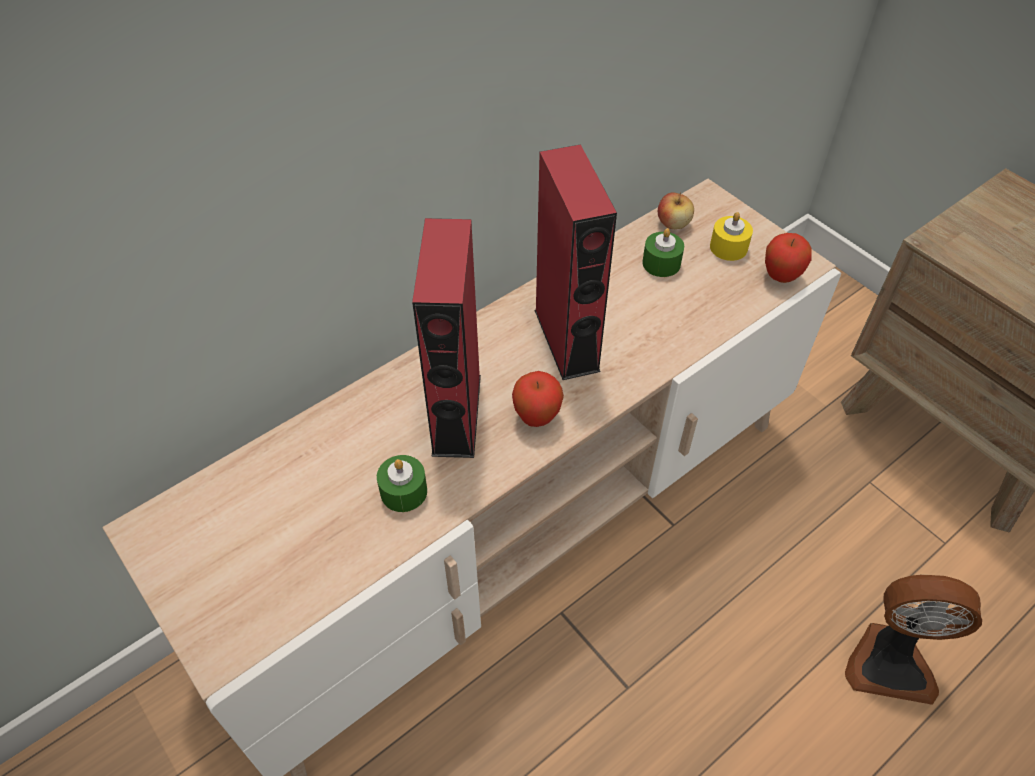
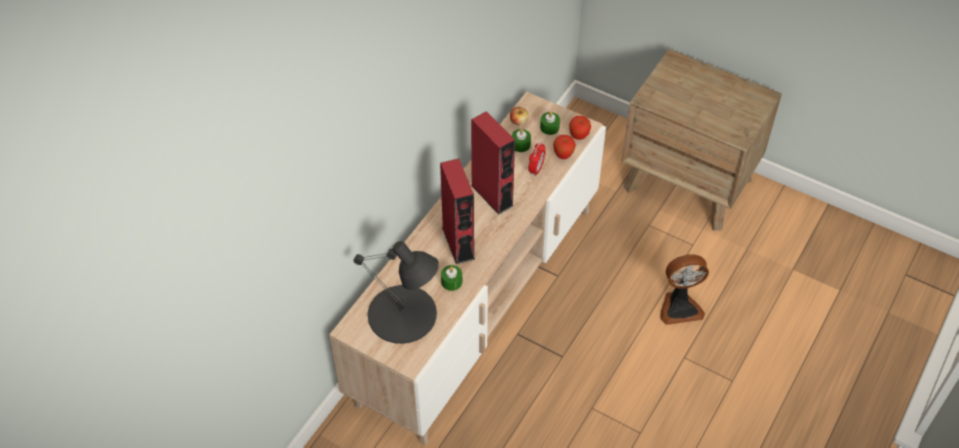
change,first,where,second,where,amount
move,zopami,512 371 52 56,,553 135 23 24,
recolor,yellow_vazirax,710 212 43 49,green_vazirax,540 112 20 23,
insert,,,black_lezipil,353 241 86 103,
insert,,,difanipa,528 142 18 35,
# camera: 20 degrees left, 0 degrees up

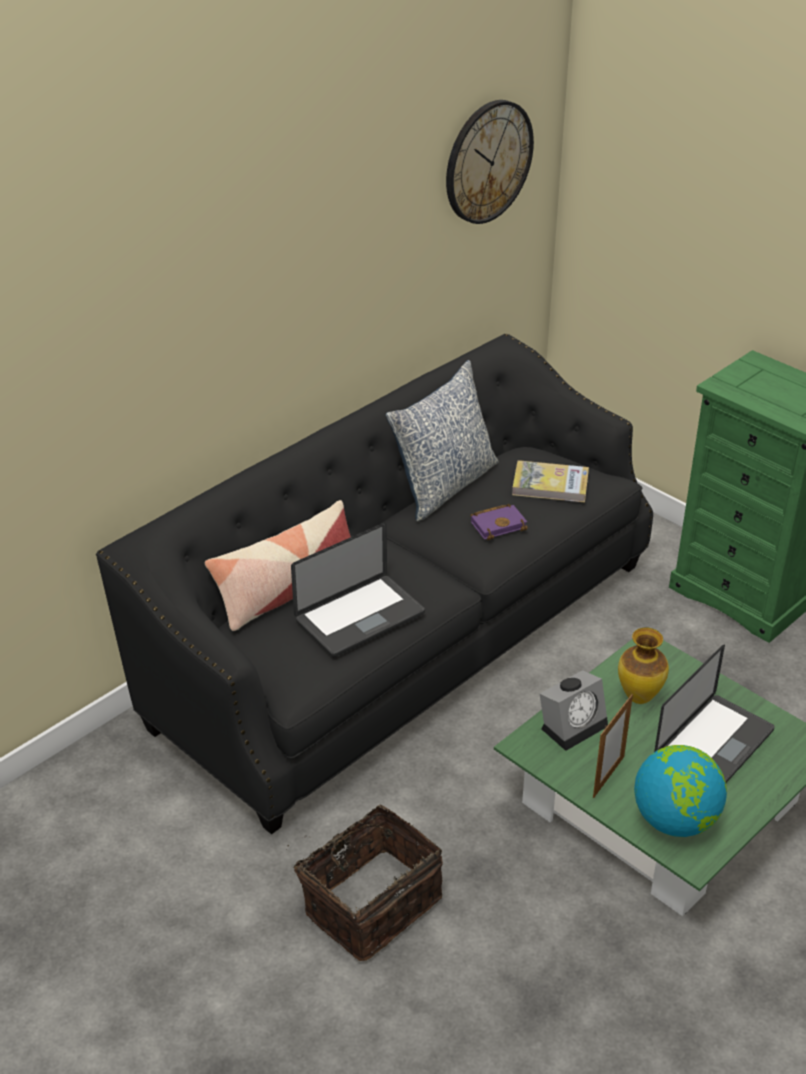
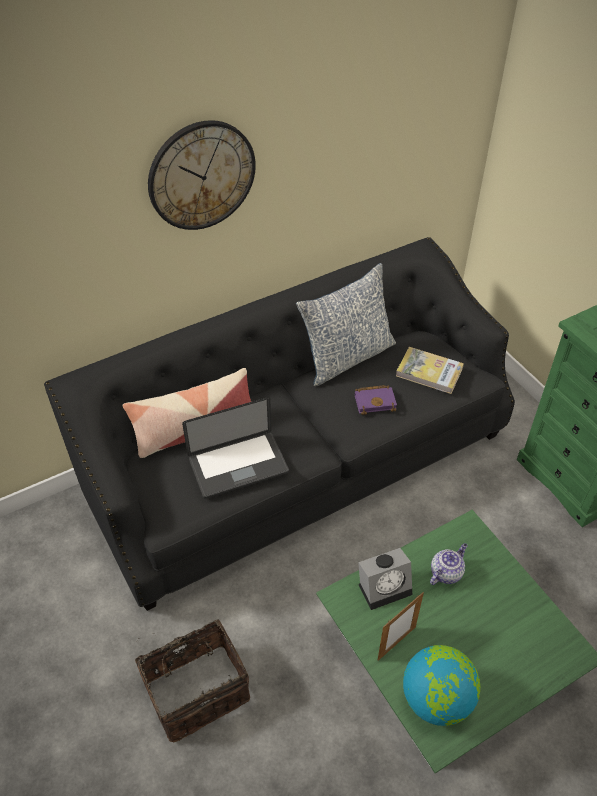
change,first,where,second,where,amount
move,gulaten,446 100 88 124,,148 120 108 110,
replace,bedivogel,618 627 51 77,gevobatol,430 543 38 42,
delete,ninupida,654 645 121 138,,,
# camera: 15 degrees right, 10 degrees up

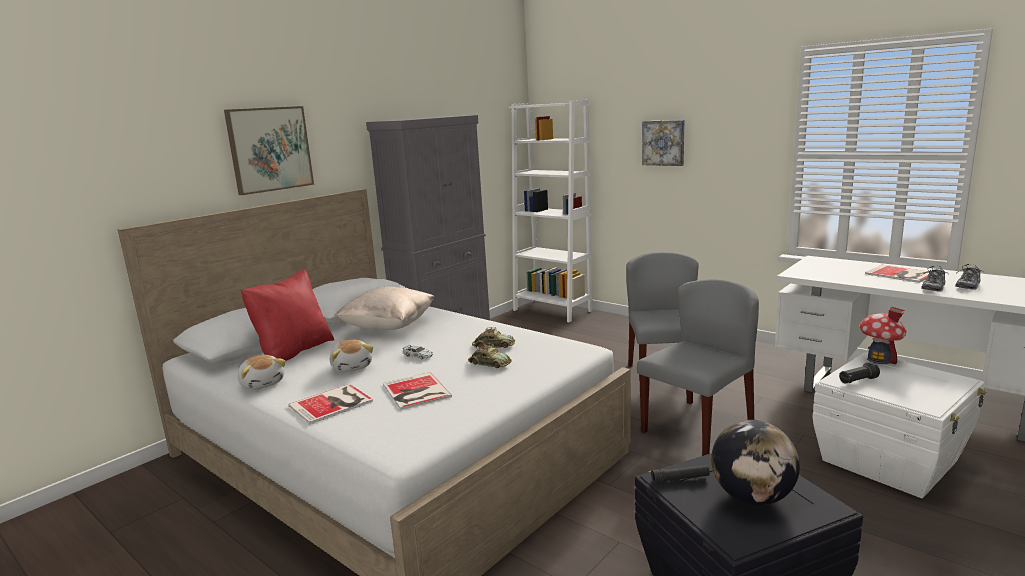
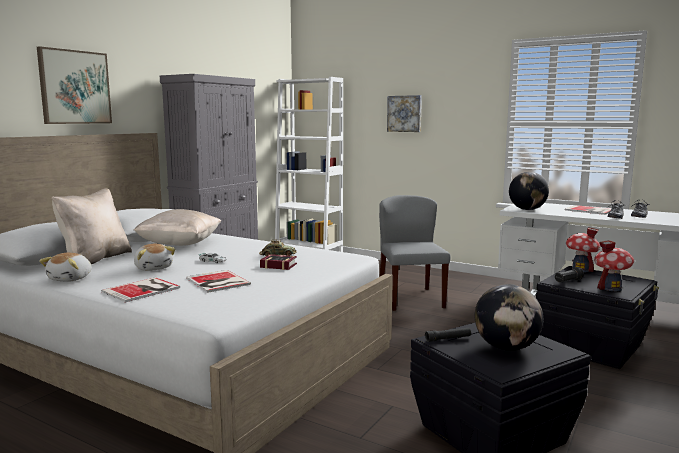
change,first,where,second,where,amount
rotate,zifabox,238 355 48 35,,39 253 53 29,60 degrees clockwise
recolor,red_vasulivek,240 270 94 91,beige_vasulivek,52 188 80 76,
replace,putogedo,468 343 44 25,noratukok,260 254 37 16,
delete,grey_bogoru,637 279 122 177,,,
recolor,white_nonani,812 352 174 146,black_nonani,536 266 123 103,
insert,,,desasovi,509 172 40 38,
insert,,,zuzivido,594 240 40 51,
# camera: 10 degrees left, 5 degrees down

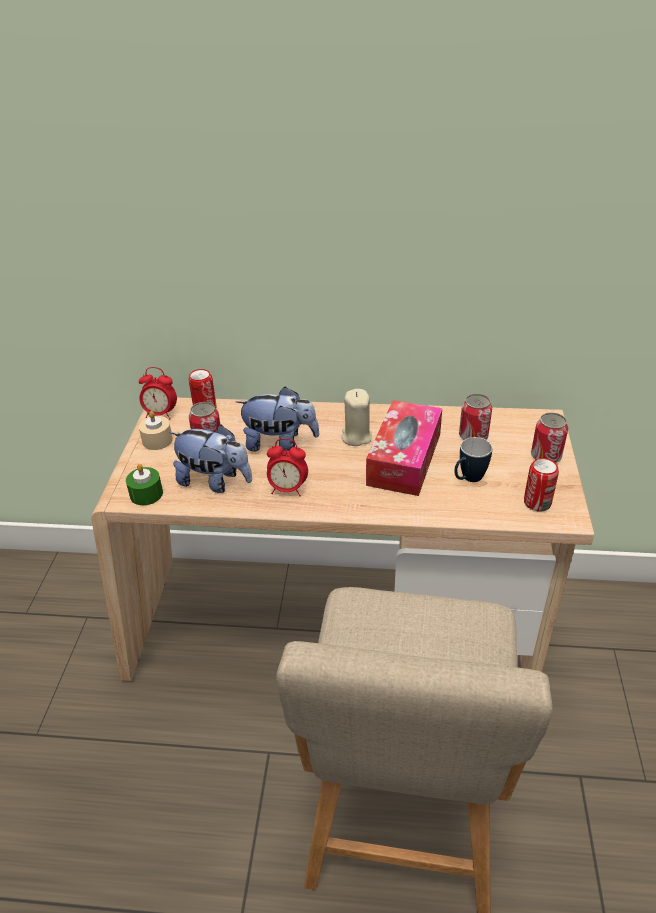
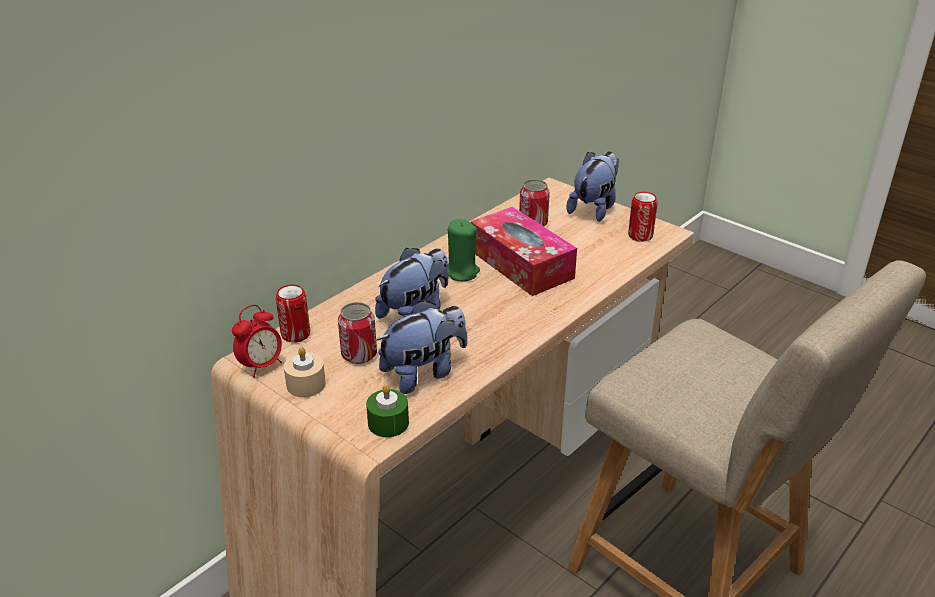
change,first,where,second,where,amount
delete,difanipa,267 438 41 59,,,
recolor,beige_vazirax,341 389 31 57,green_vazirax,447 219 33 62,
delete,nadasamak,454 437 38 45,,,
replace,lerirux,531 413 37 50,zifabox,567 151 52 71,
# camera: 55 degrees left, 5 degrees down

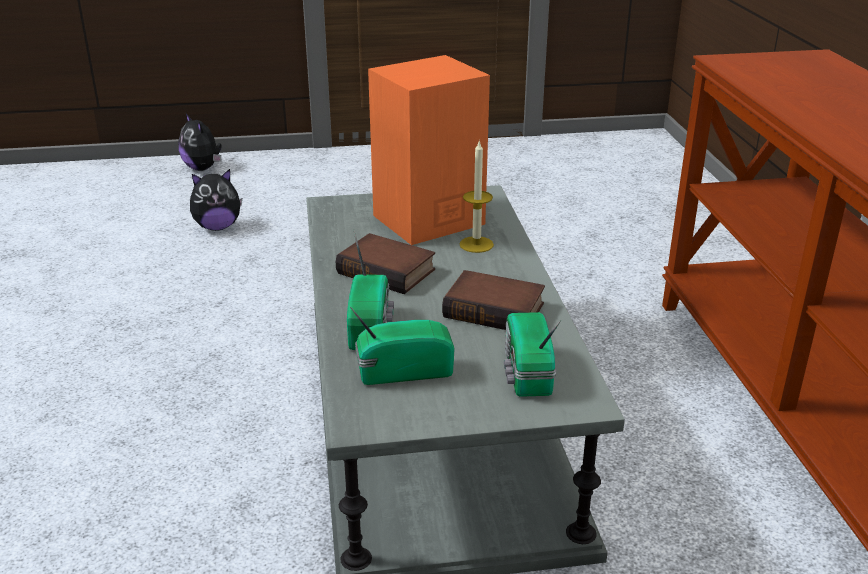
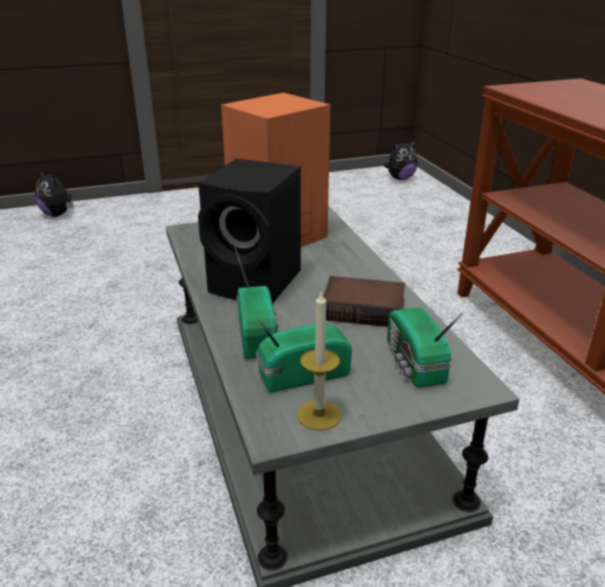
change,first,where,second,where,amount
move,zifabox,190 169 52 62,,384 139 34 41,
replace,noratukok,336 233 99 61,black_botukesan,198 158 103 146,
move,vazirax,459 141 35 112,,297 290 44 141,
# camera: 10 degrees left, 0 degrees up

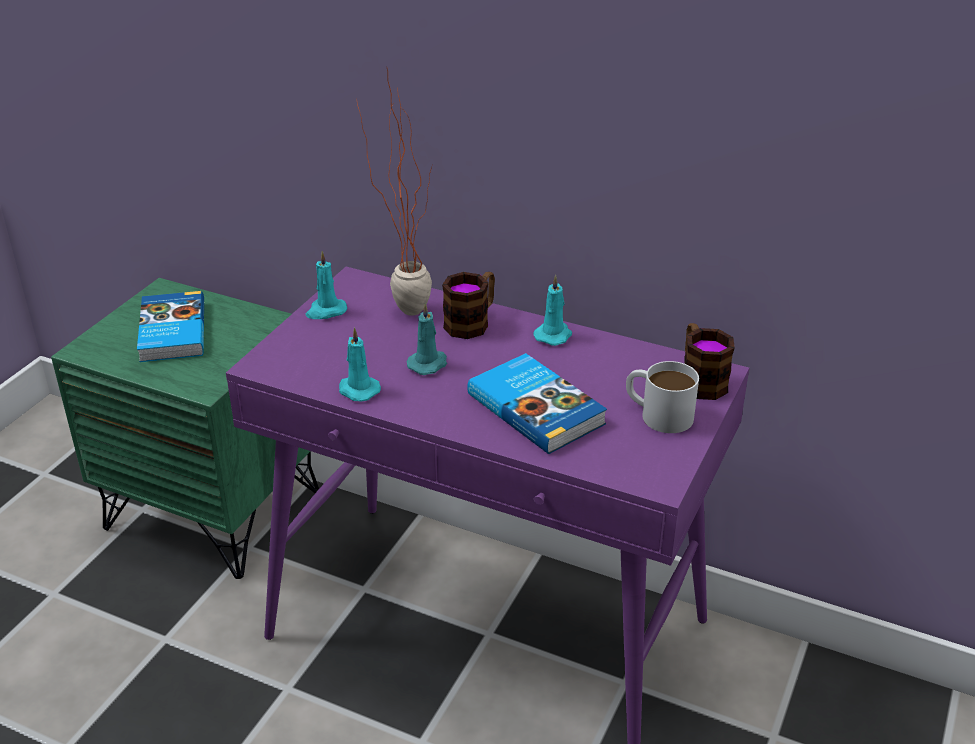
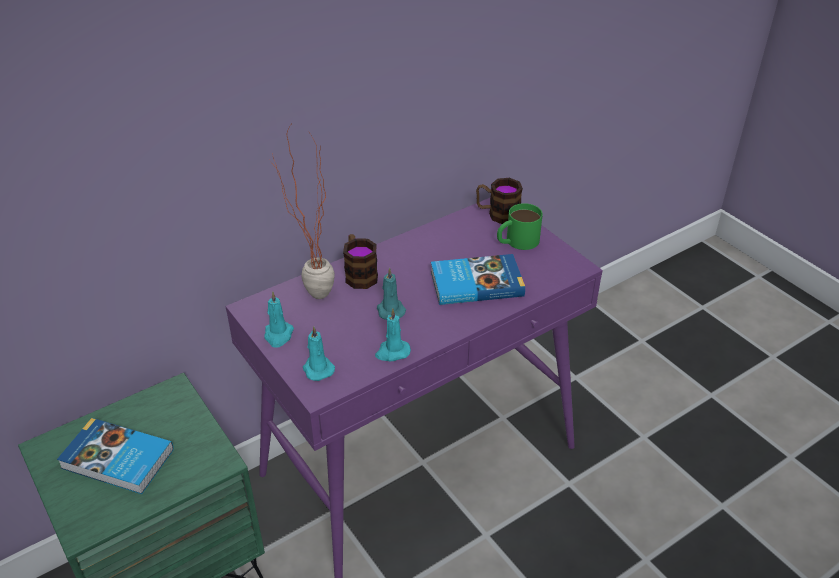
change,first,where,second,where,amount
move,turquoise_vazirax,533 275 39 71,,303 326 32 55,
recolor,white_nadasamak,626 361 73 72,green_nadasamak,497 203 46 47,
# camera: 60 degrees left, 5 degrees up

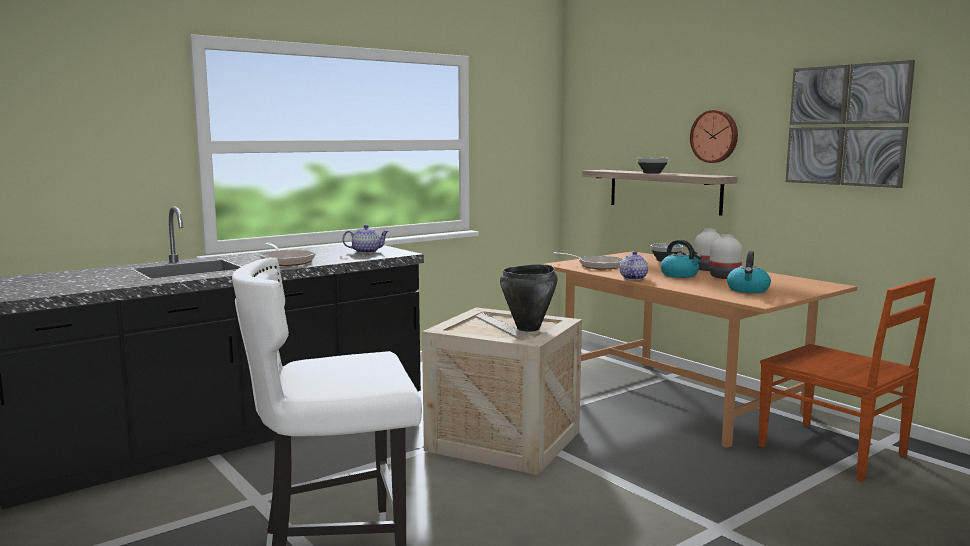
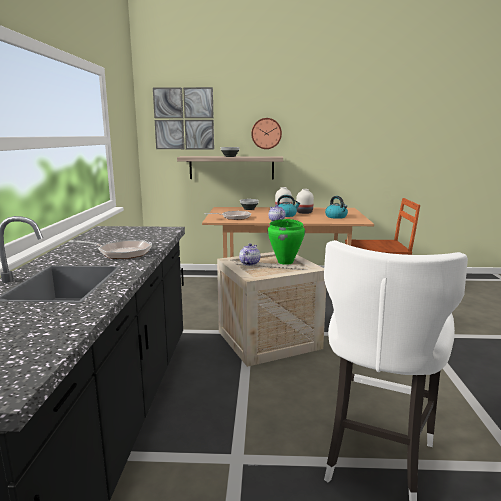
change,first,where,second,where,amount
move,gevobatol,342 225 47 28,,239 243 21 23,
recolor,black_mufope,500 264 57 68,green_mufope,268 219 37 46,
move,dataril,786 60 129 128,,153 87 61 62,
# camera: 50 degrees left, 5 degrees up

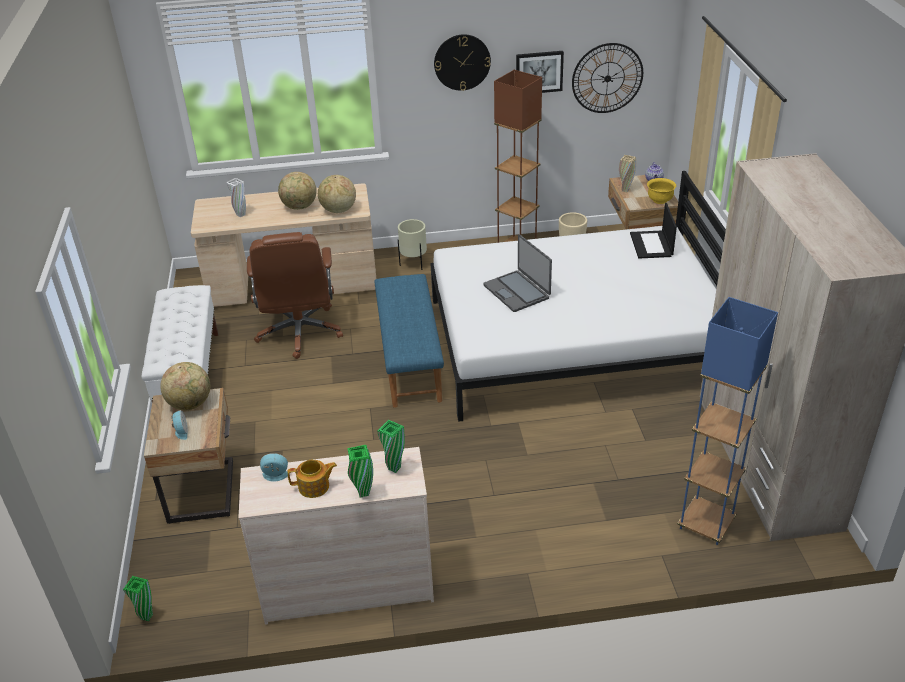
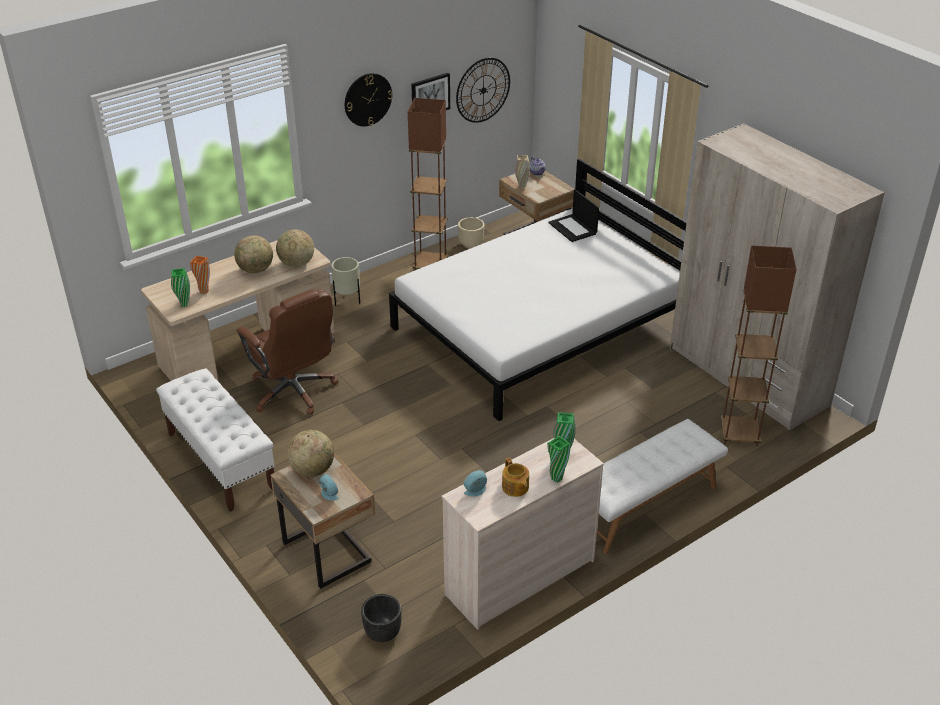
change,first,where,second,where,amount
move,green_bedivogel,123 576 30 45,,171 268 19 39,
recolor,white_bedivogel,226 178 20 39,orange_bedivogel,190 256 20 38,
rotate,gevobatol,288 460 49 38,,502 458 27 39,105 degrees clockwise
delete,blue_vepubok,375 274 69 134,,,
delete,ninupida,483 234 69 78,,,
delete,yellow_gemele,647 178 29 26,,,
recolor,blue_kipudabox,677 297 101 248,brown_kipudabox,721 246 76 200,
insert,,,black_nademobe,361 594 41 48,
insert,,,white_vepubok,597 419 131 135,
# camera: 30 degrees left, 0 degrees up

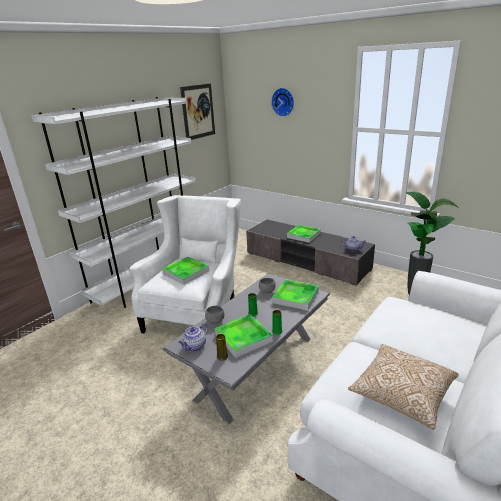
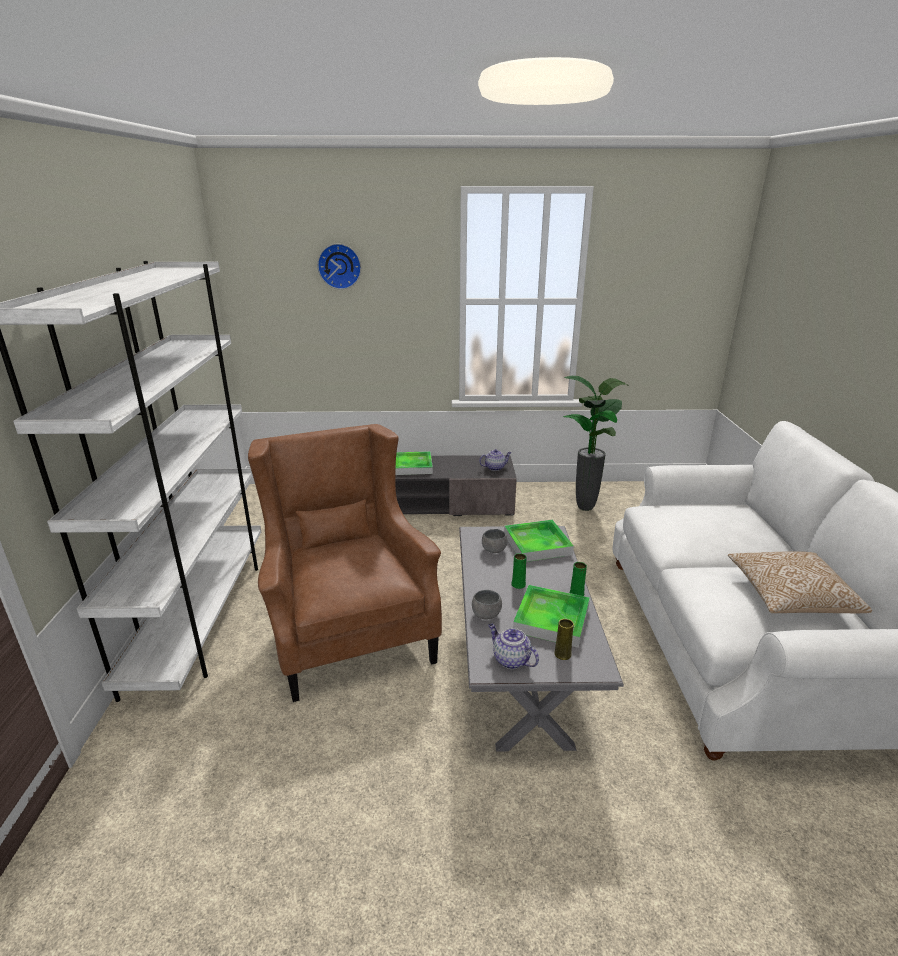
change,first,where,second,where,amount
recolor,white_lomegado,129 195 112 138,brown_lomegado,248 424 194 278,
delete,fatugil,162 257 47 28,,,
rotate,gevobatol,178 323 30 28,,488 624 51 45,135 degrees clockwise
delete,dataril,180 83 35 57,,,
# camera: 40 degrees left, 0 degrees up

